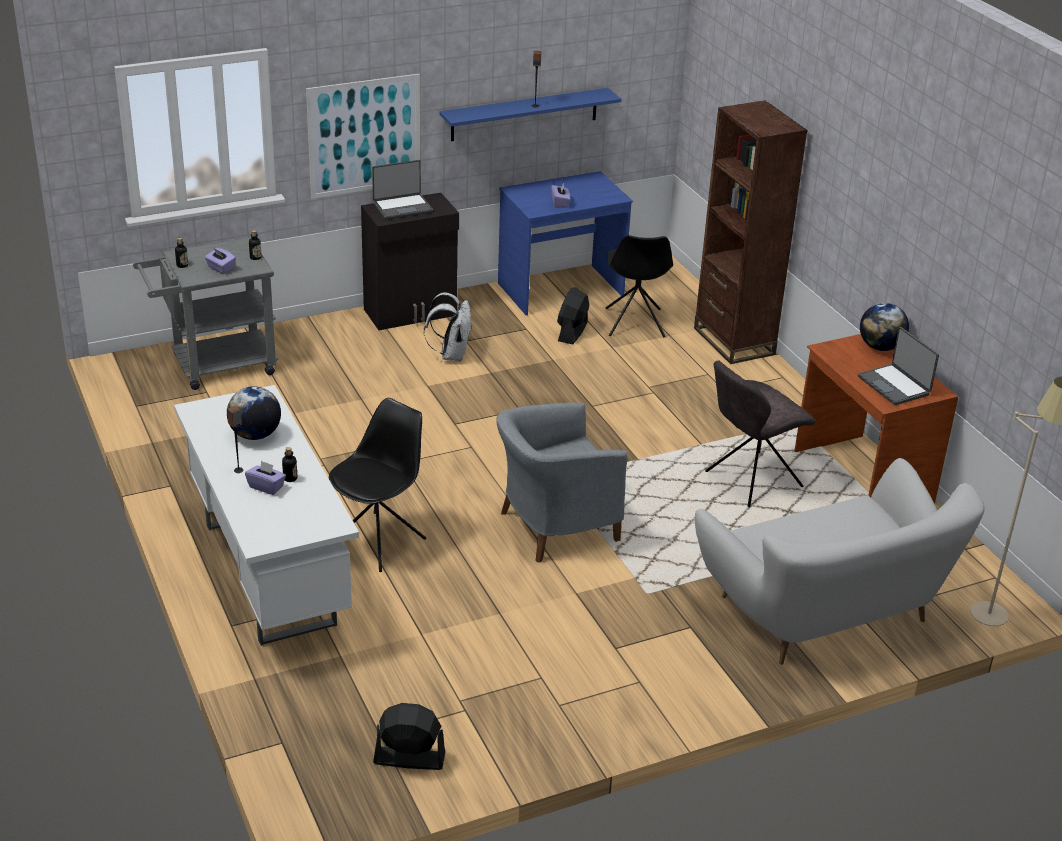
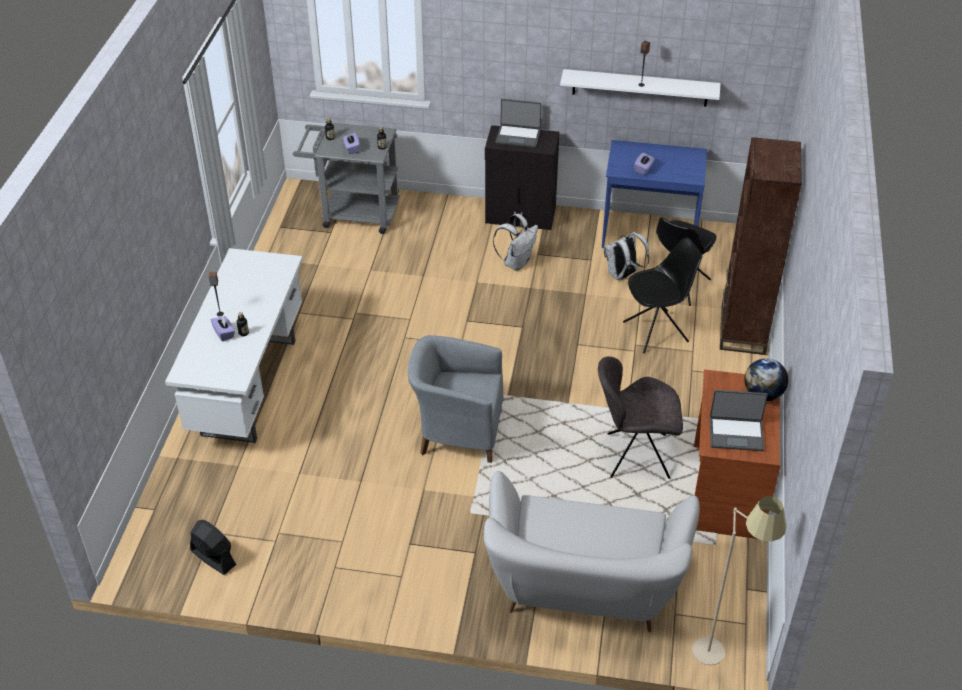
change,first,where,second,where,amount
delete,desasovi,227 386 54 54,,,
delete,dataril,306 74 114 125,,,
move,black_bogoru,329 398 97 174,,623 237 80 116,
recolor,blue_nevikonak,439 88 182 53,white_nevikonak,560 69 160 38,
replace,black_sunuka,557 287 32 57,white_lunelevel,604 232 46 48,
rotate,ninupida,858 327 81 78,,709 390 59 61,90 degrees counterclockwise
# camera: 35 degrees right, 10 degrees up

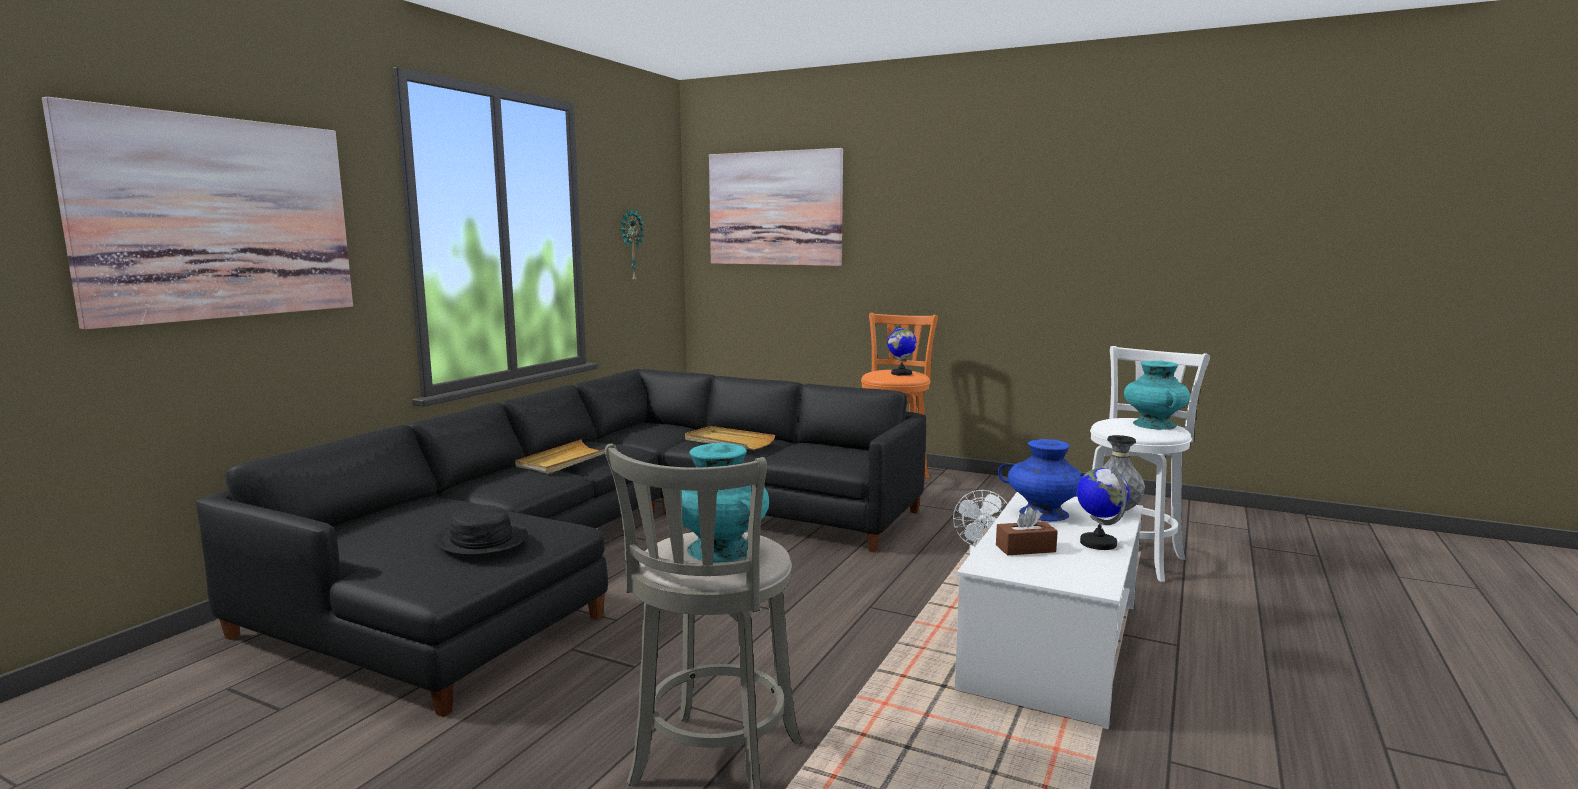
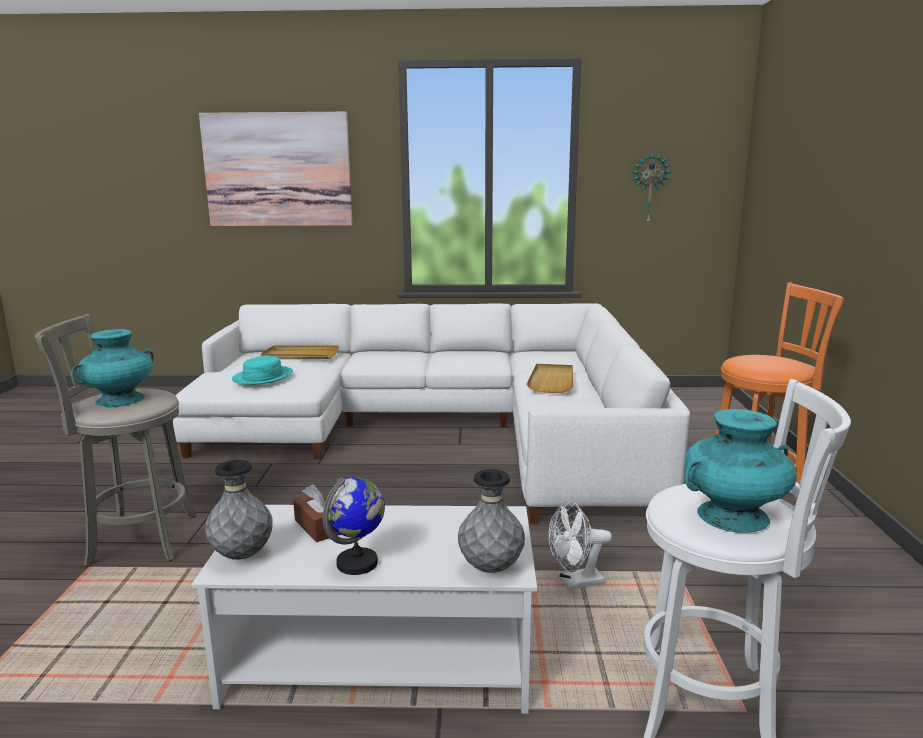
change,first,where,second,where,amount
recolor,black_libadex,196 369 730 348,white_libadex,173 303 517 221,
recolor,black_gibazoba,434 505 94 50,turquoise_gibazoba,232 356 61 29,
move,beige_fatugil,515 439 90 35,,261 345 78 14,
delete,dataril,709 148 134 118,,,
delete,desasovi,887 324 30 52,,,
delete,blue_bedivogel,998 439 88 82,,,
insert,,,grey_bedivogel,205 460 68 100,
# camera: 65 degrees right, 5 degrees up

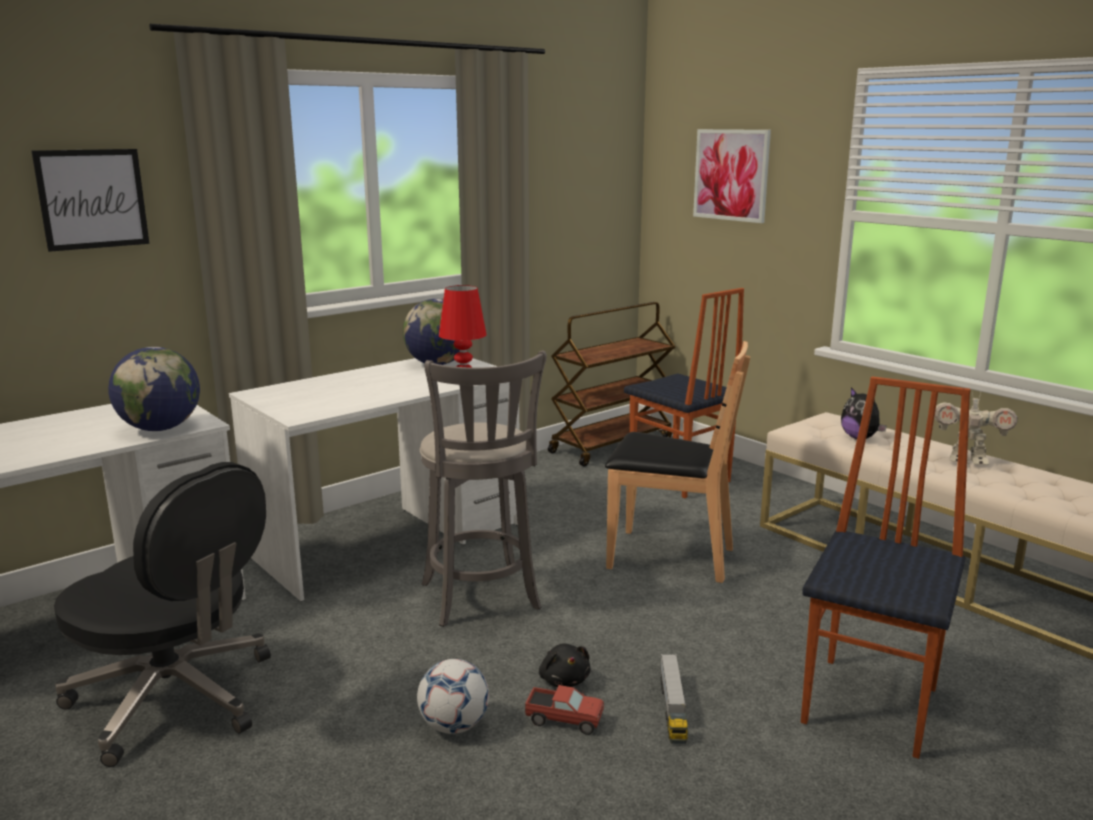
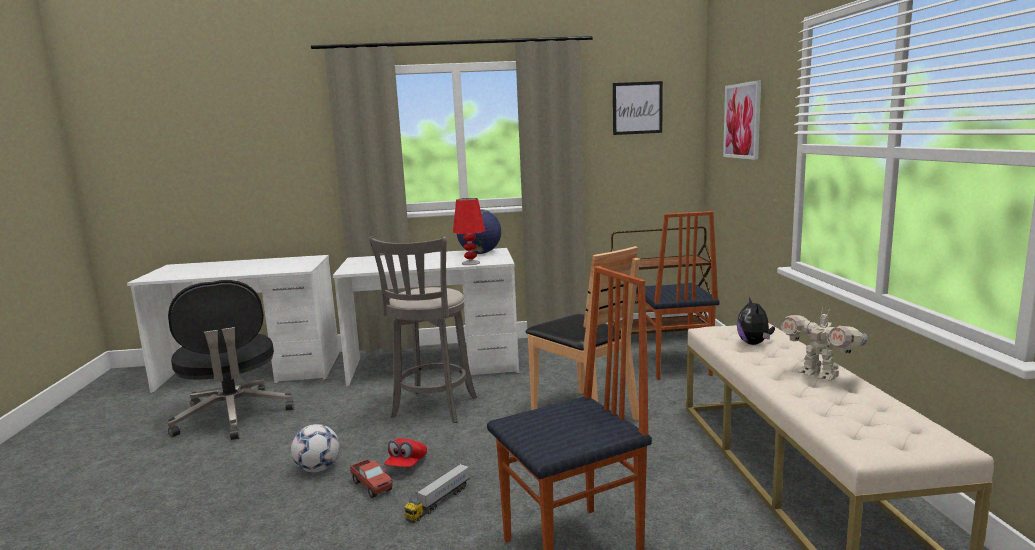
change,first,where,second,where,amount
move,dataril,31 149 118 103,,613 81 50 54,
delete,desasovi,108 347 92 84,,,
replace,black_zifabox,539 643 51 44,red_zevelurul,384 438 43 29,
# camera: 35 degrees right, 5 degrees down

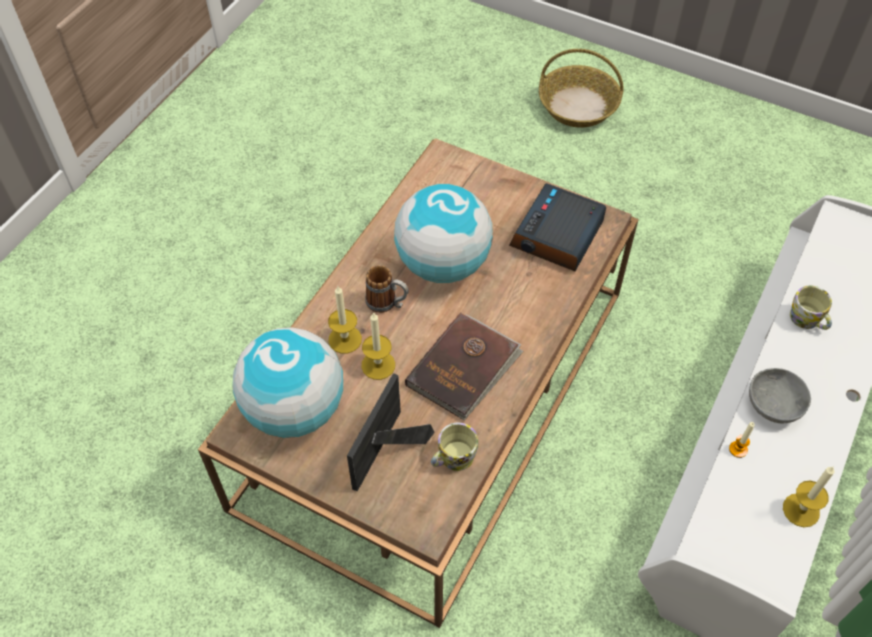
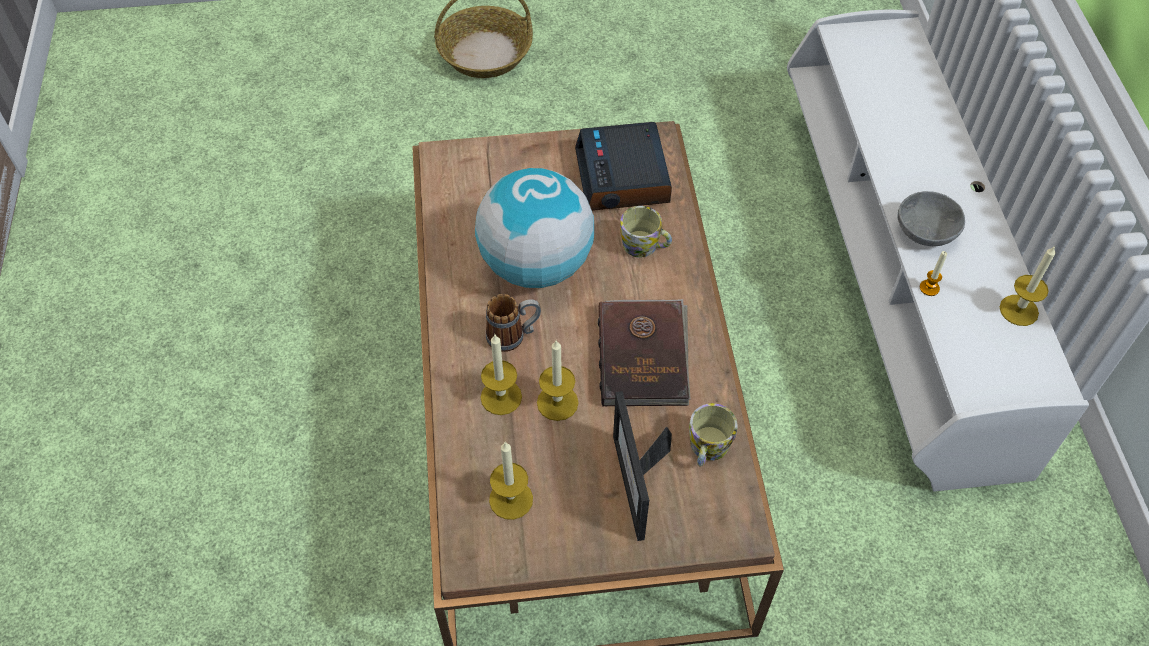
change,first,where,second,where,amount
replace,desasovi,233 327 110 111,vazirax,489 442 44 78,
move,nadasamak,790 286 42 44,,620 206 52 52,
# camera: 35 degrees left, 0 degrees up

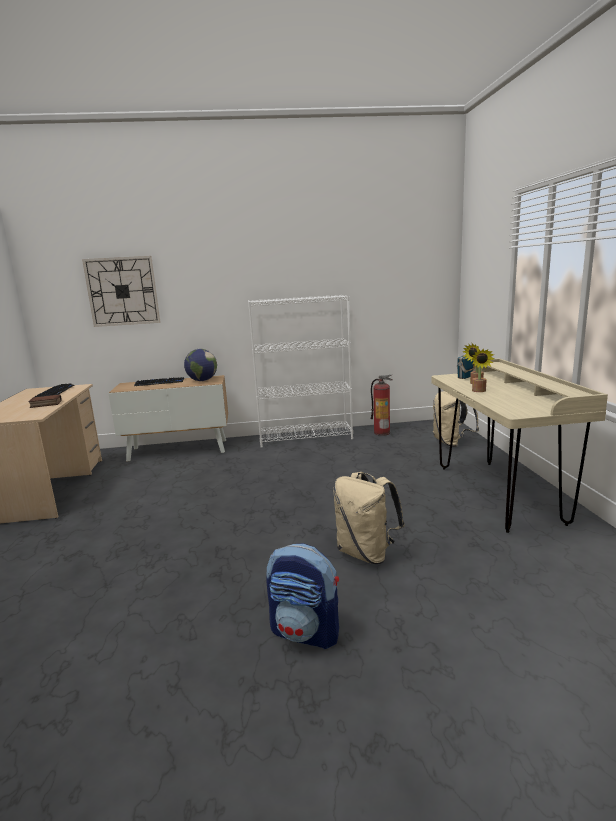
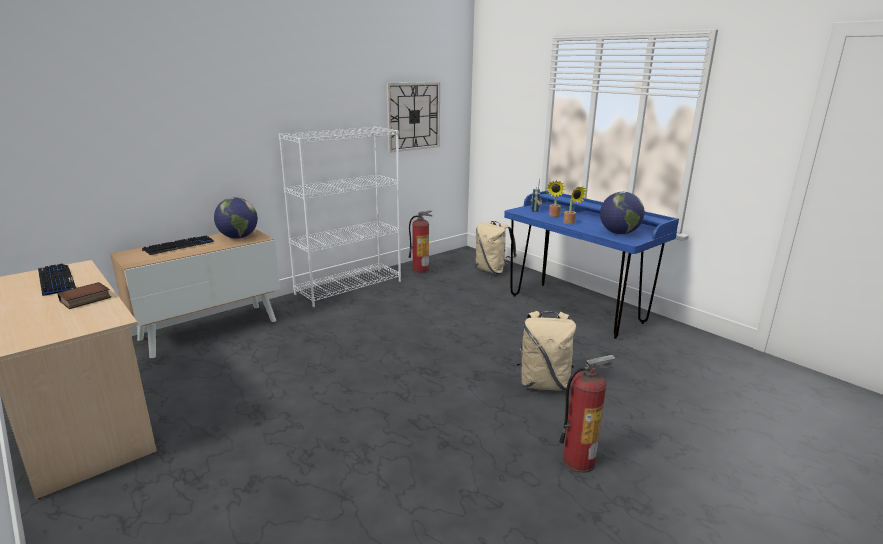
change,first,where,second,where,amount
move,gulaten,82 256 78 71,,386 82 54 71,
replace,lunelevel,266 543 73 106,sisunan,559 355 56 118,
recolor,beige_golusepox,431 358 177 175,blue_golusepox,504 190 175 149,
insert,,,desasovi,600 192 45 42,
# camera: 35 degrees left, 5 degrees up

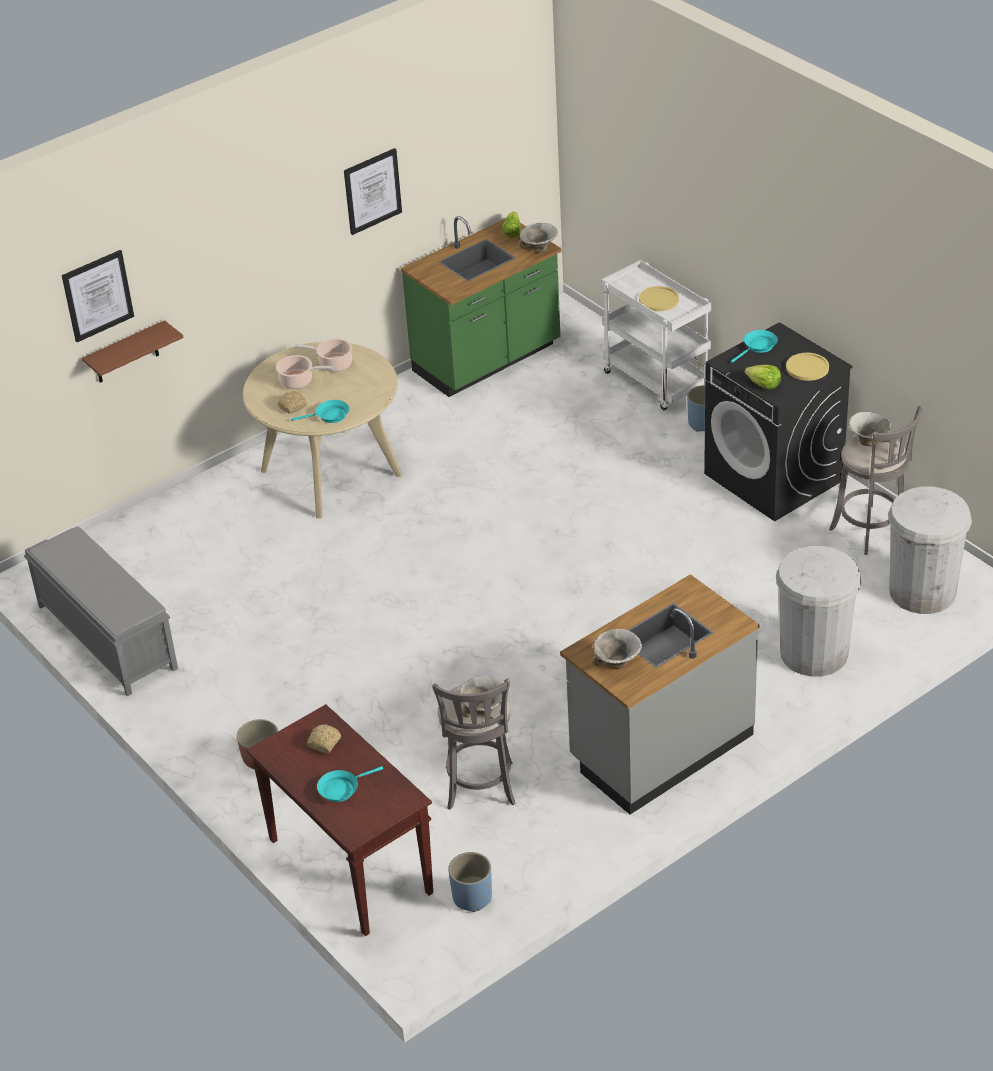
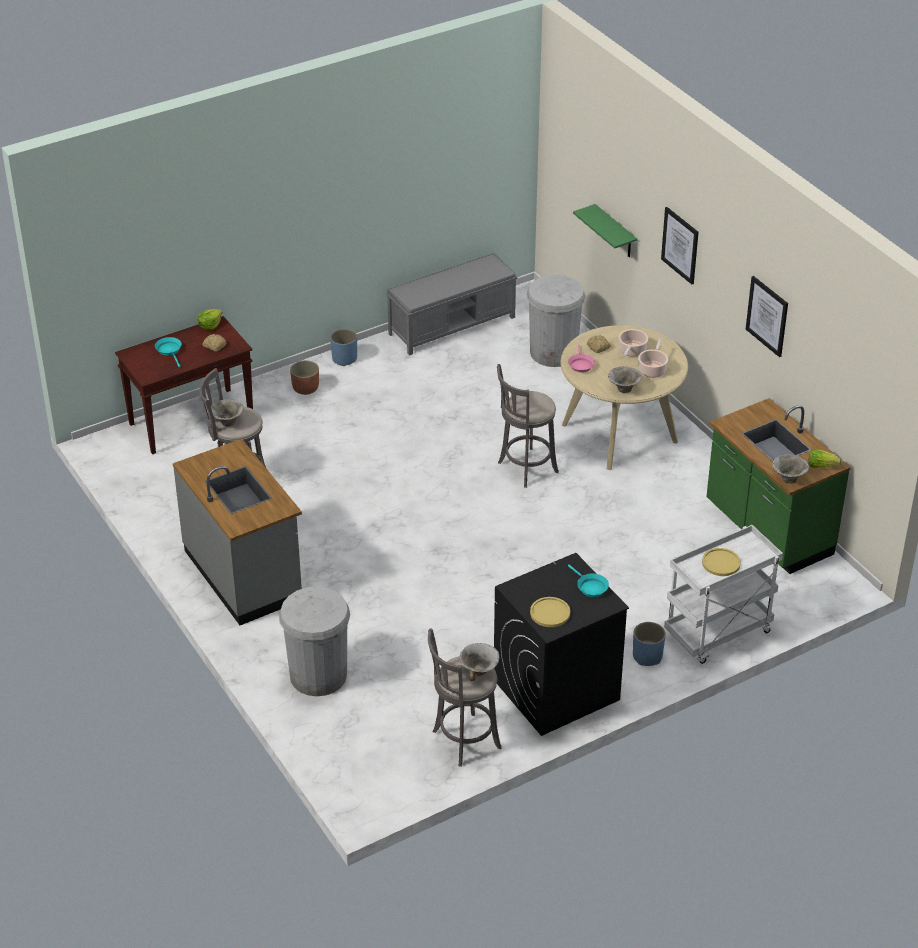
change,first,where,second,where,amount
move,dataril,62 250 72 92,,661 207 38 78,
recolor,brown_nevikonak,82 320 102 63,green_nevikonak,573 204 64 53,
recolor,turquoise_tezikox,291 400 58 23,pink_tezikox,568 344 27 29,
move,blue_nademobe,448 852 44 60,,330 329 27 37,
move,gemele,592 628 50 40,,608 366 34 27,
move,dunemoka,745 365 36 25,,198 309 25 21,
move,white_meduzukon,888 487 84 127,,526 275 60 92,
insert,,,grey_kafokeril,497 364 62 124,
# camera: 95 degrees right, 0 degrees up

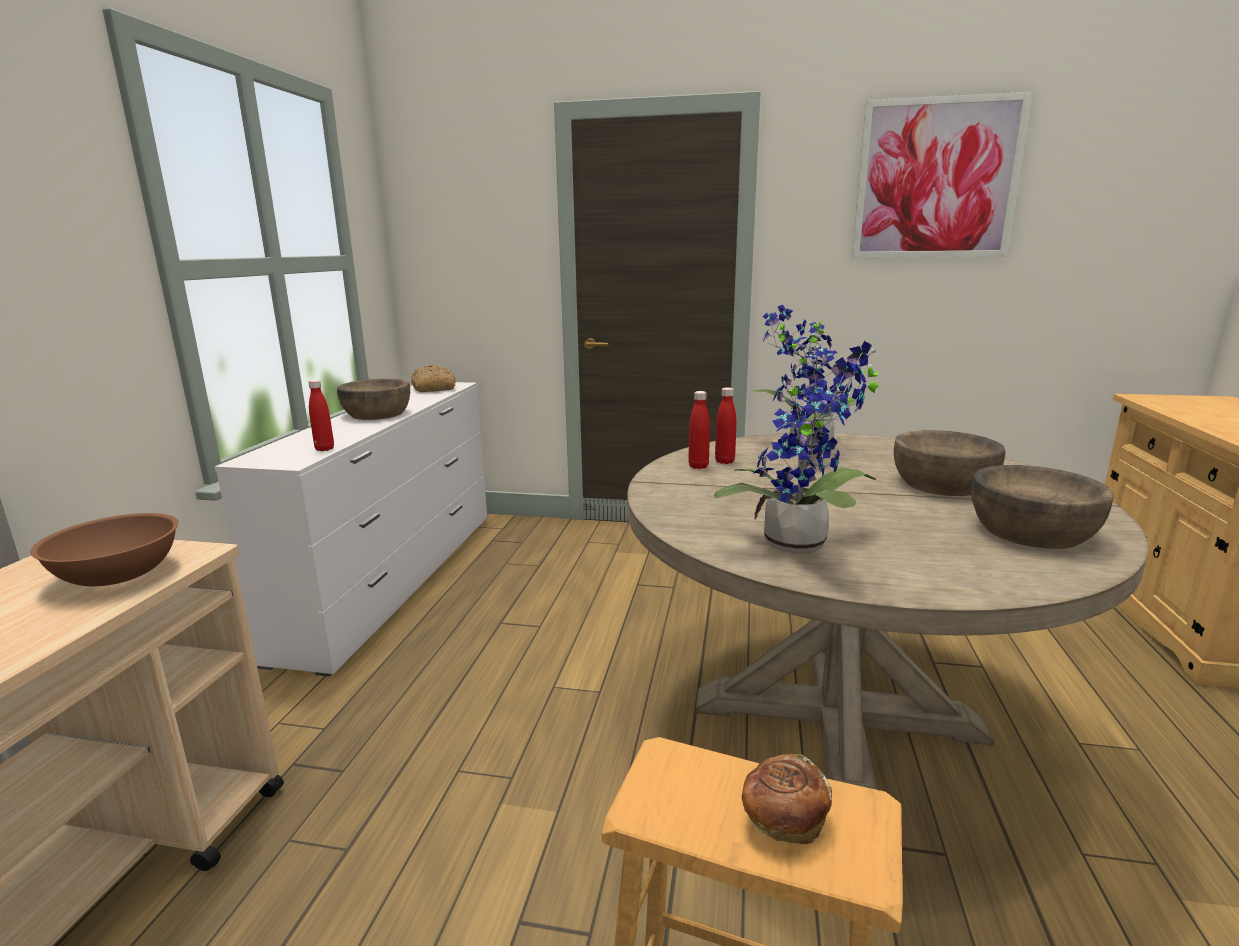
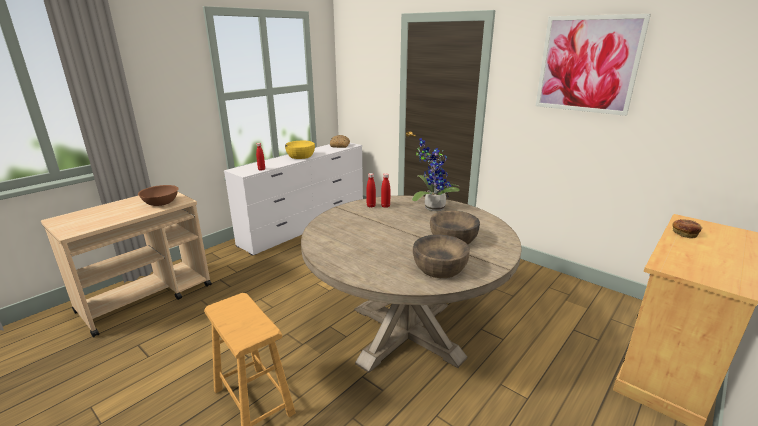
change,first,where,second,where,amount
recolor,brown_gemele,337 379 73 41,yellow_gemele,285 141 30 18,
delete,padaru,714 341 165 213,,,
move,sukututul,742 754 90 90,,672 219 30 20,
# camera: 30 degrees right, 5 degrees up

